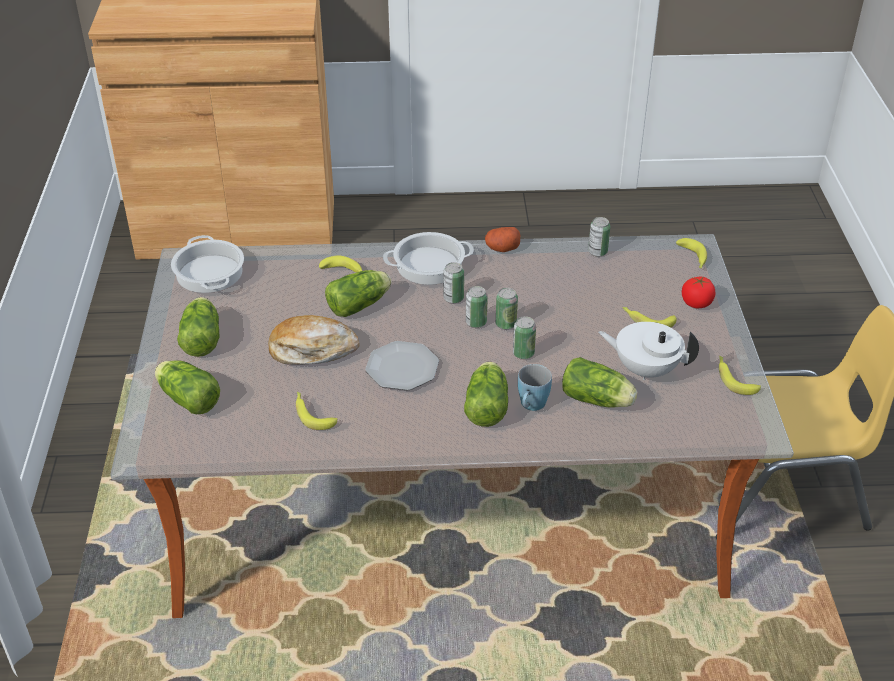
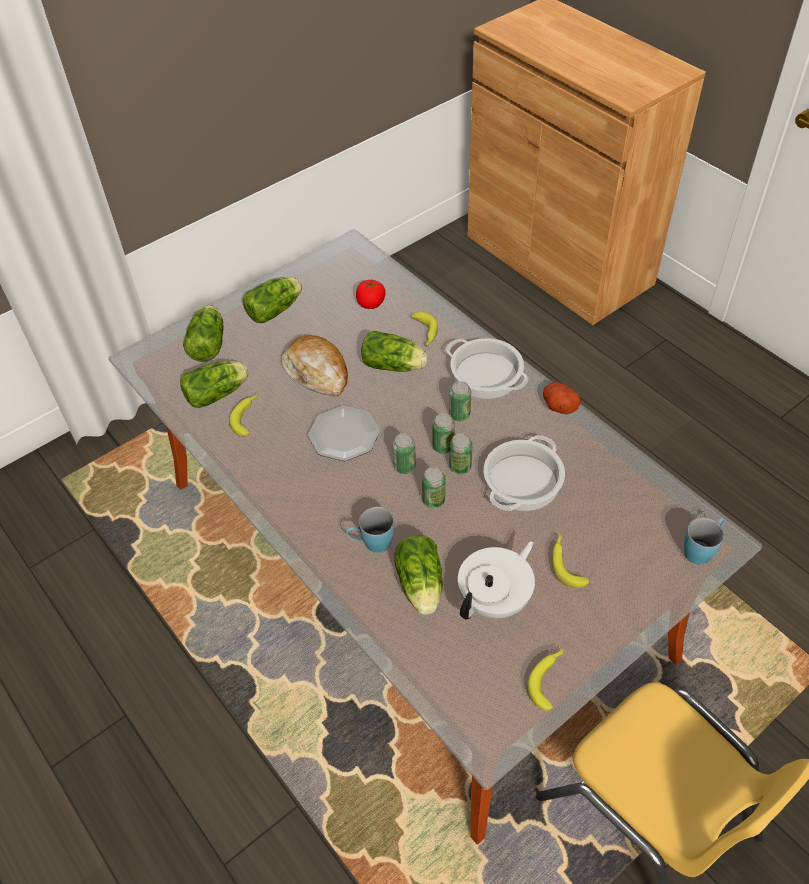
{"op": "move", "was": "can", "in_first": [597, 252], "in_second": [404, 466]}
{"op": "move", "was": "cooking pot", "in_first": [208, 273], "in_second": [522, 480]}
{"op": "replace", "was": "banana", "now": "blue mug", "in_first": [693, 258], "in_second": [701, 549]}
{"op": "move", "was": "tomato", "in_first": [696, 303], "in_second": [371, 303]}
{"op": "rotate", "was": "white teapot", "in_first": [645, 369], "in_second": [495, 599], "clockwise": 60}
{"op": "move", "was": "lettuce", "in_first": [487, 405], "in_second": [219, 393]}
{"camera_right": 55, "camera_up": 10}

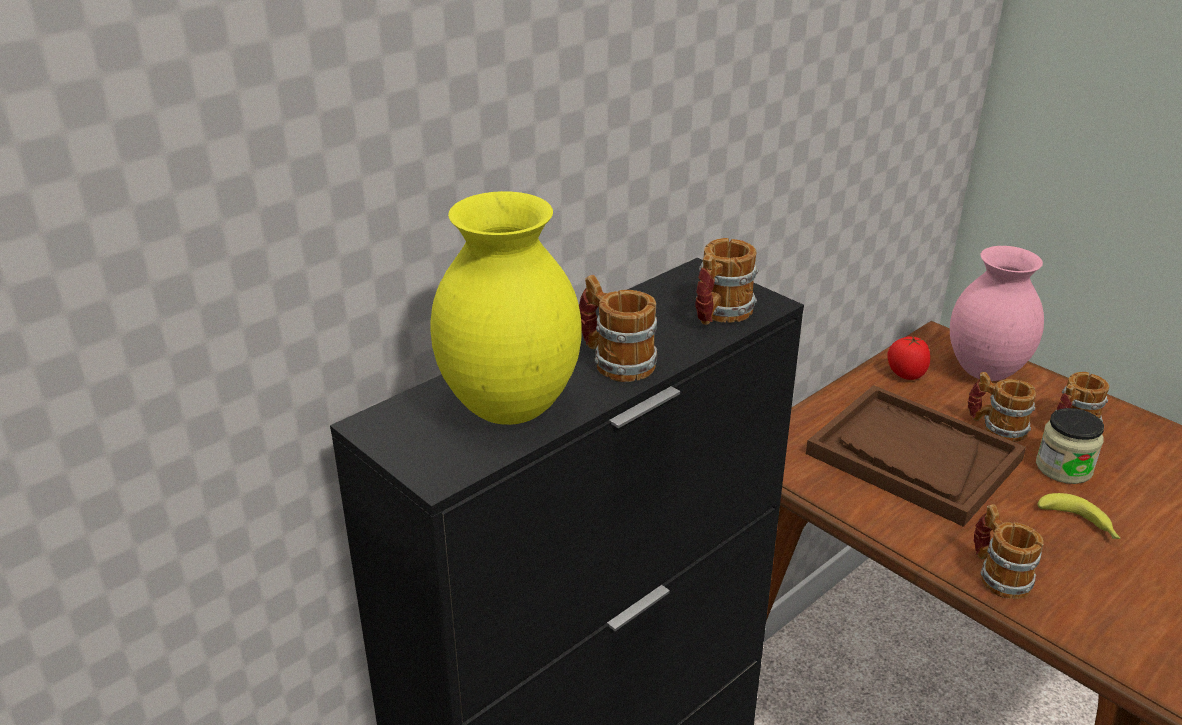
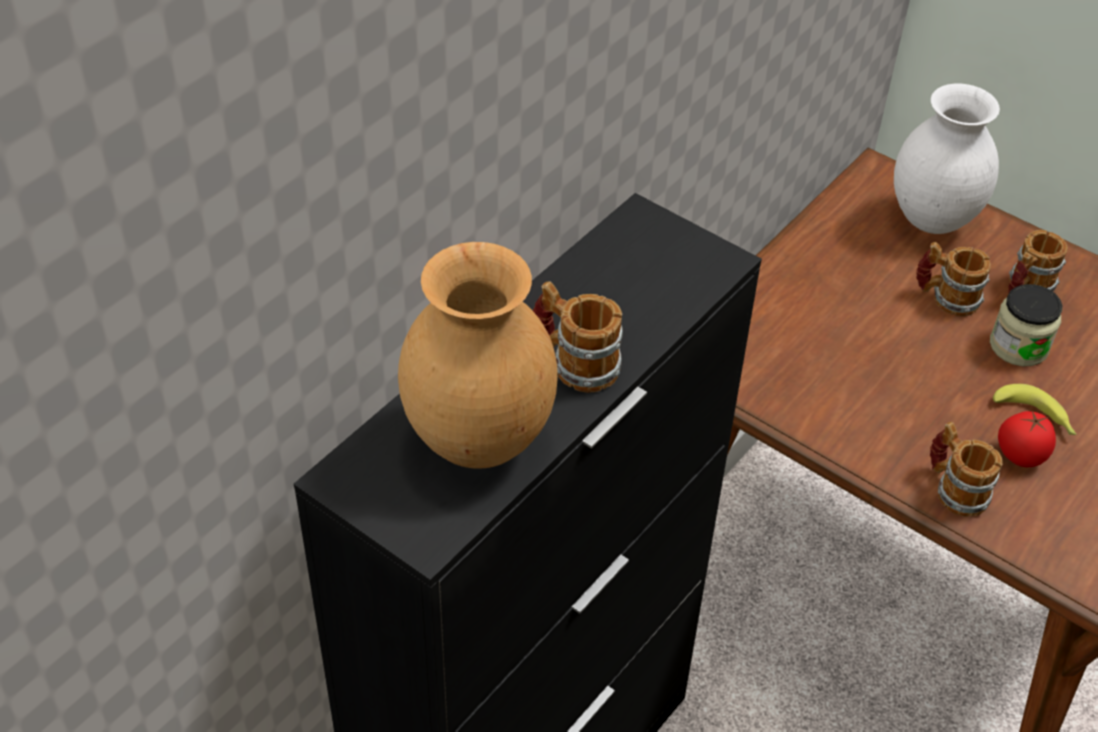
{"op": "recolor", "was": "yellow vase", "now": "brown vase", "in_first": [507, 408], "in_second": [476, 442]}
{"op": "delete", "was": "mug", "in_first": [719, 315]}
{"op": "recolor", "was": "pink vase", "now": "white vase", "in_first": [983, 371], "in_second": [930, 219]}
{"op": "move", "was": "tomato", "in_first": [905, 375], "in_second": [1019, 456]}
{"op": "delete", "was": "brown tray", "in_first": [912, 457]}
{"camera_right": -10, "camera_up": 15}

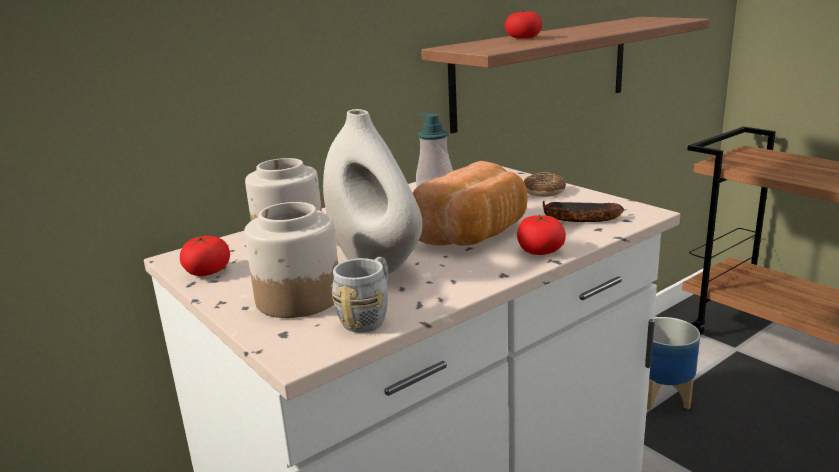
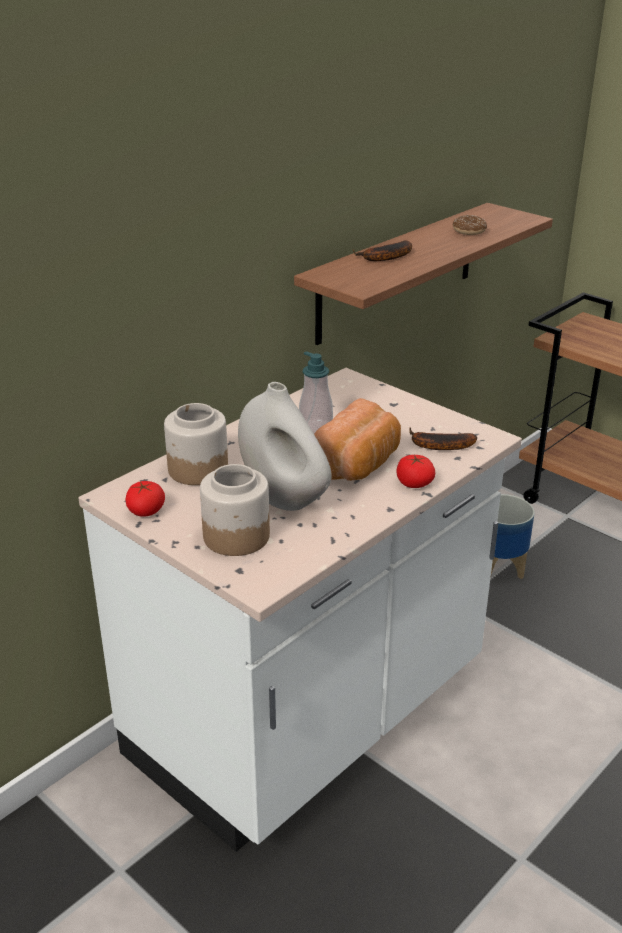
{"op": "replace", "was": "tomato", "now": "banana", "in_first": [523, 38], "in_second": [385, 258]}
{"op": "move", "was": "donut", "in_first": [543, 192], "in_second": [469, 231]}
{"op": "delete", "was": "grey mug", "in_first": [369, 316]}
{"camera_right": -10, "camera_up": 10}

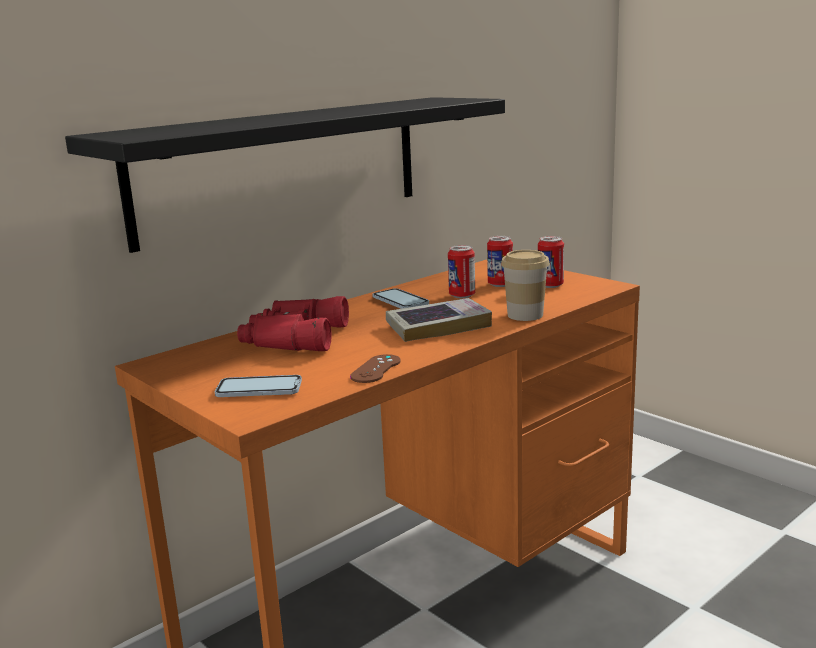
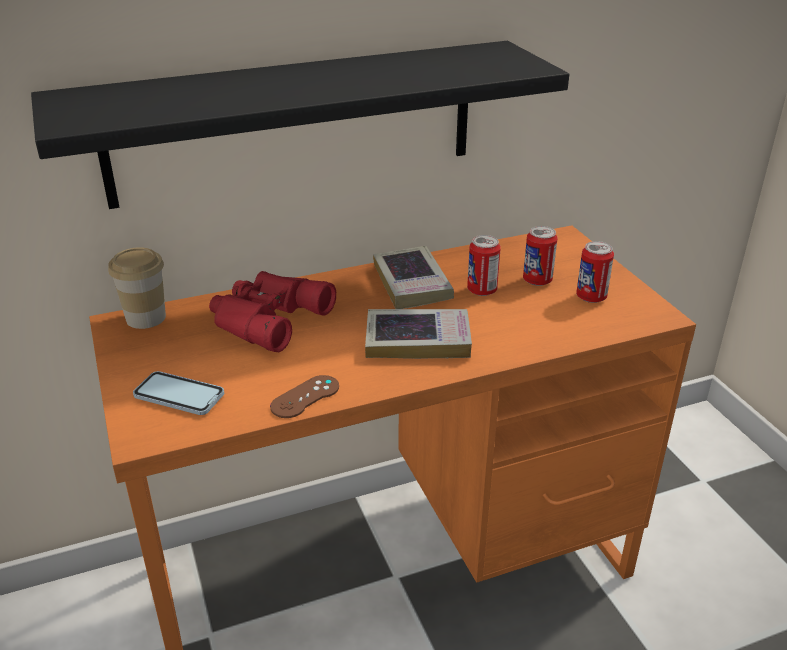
{"op": "move", "was": "cup", "in_first": [525, 315], "in_second": [146, 318]}
{"op": "replace", "was": "phone", "now": "book", "in_first": [400, 301], "in_second": [412, 283]}
{"camera_right": 20, "camera_up": 15}

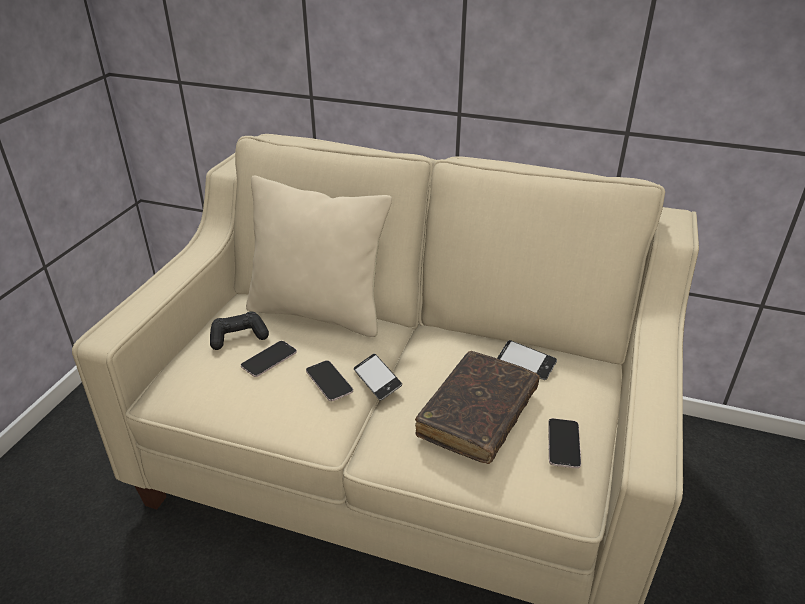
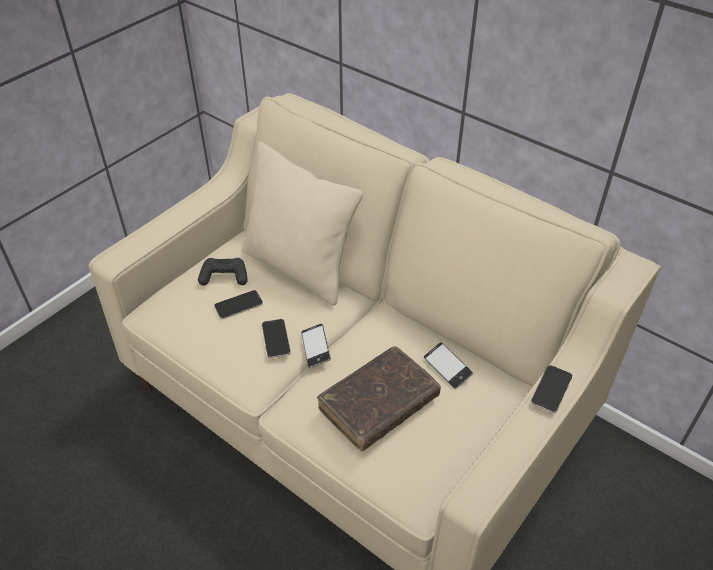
{"op": "move", "was": "phone", "in_first": [563, 443], "in_second": [551, 389]}
{"camera_right": 20, "camera_up": 10}

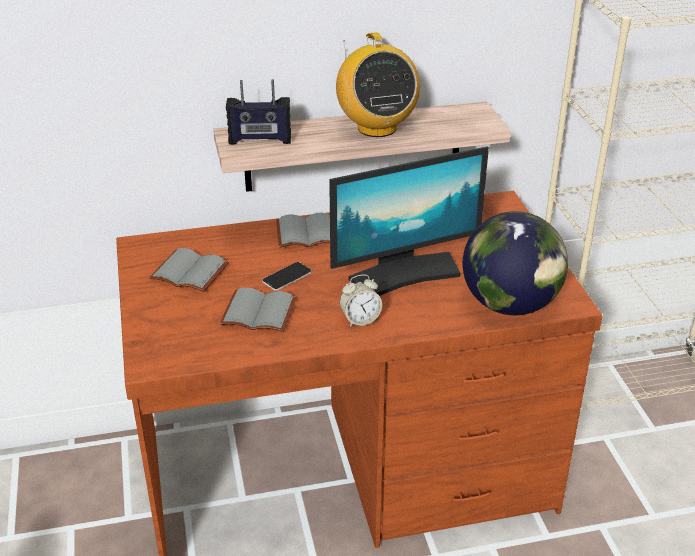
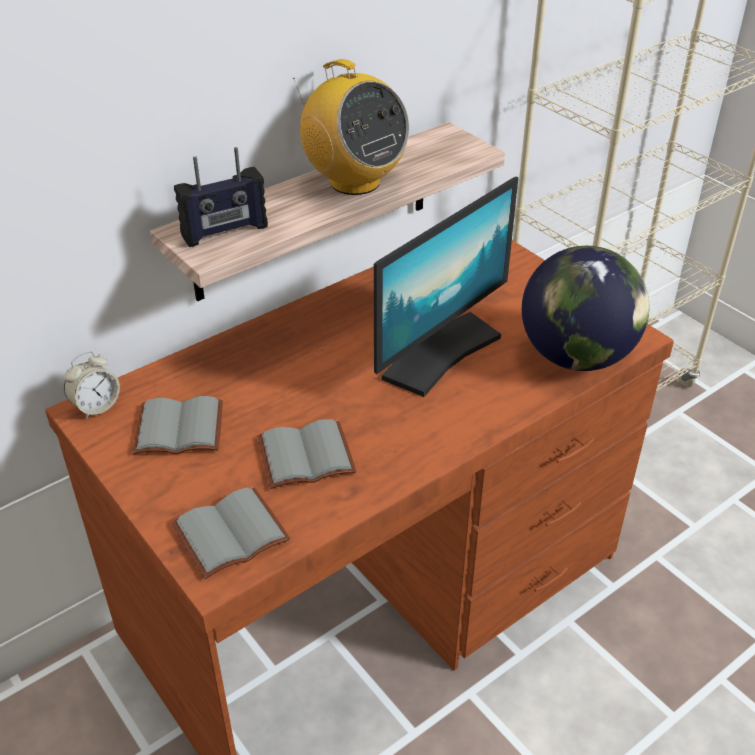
{"op": "move", "was": "grey book", "in_first": [305, 234], "in_second": [230, 536]}
{"op": "delete", "was": "phone", "in_first": [287, 277]}
{"op": "move", "was": "alarm clock", "in_first": [360, 320], "in_second": [96, 406]}
{"camera_right": -25, "camera_up": 5}

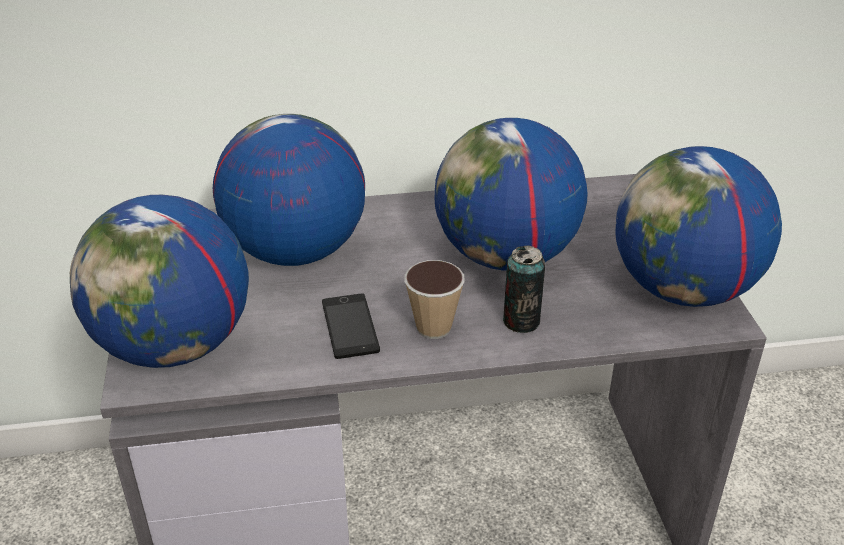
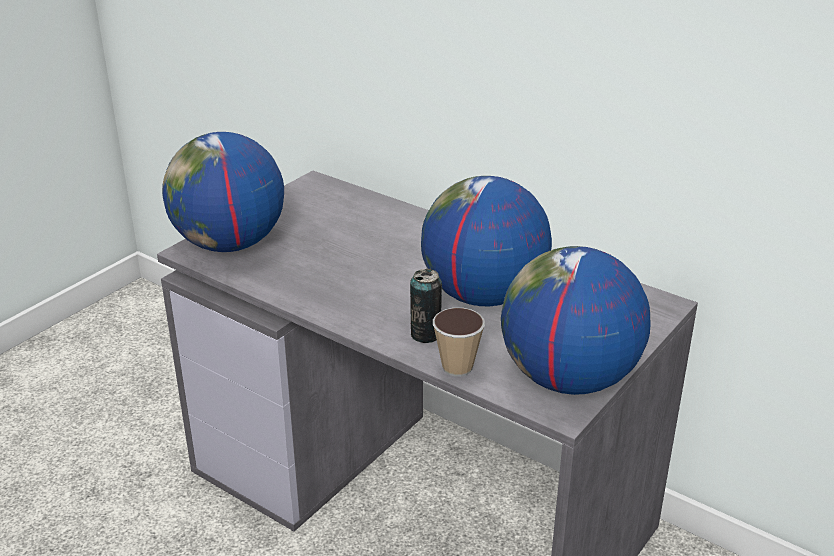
{"op": "delete", "was": "globe", "in_first": [295, 251]}
{"op": "move", "was": "cup", "in_first": [433, 328], "in_second": [457, 367]}
{"op": "delete", "was": "phone", "in_first": [350, 326]}
{"camera_right": 45, "camera_up": -5}

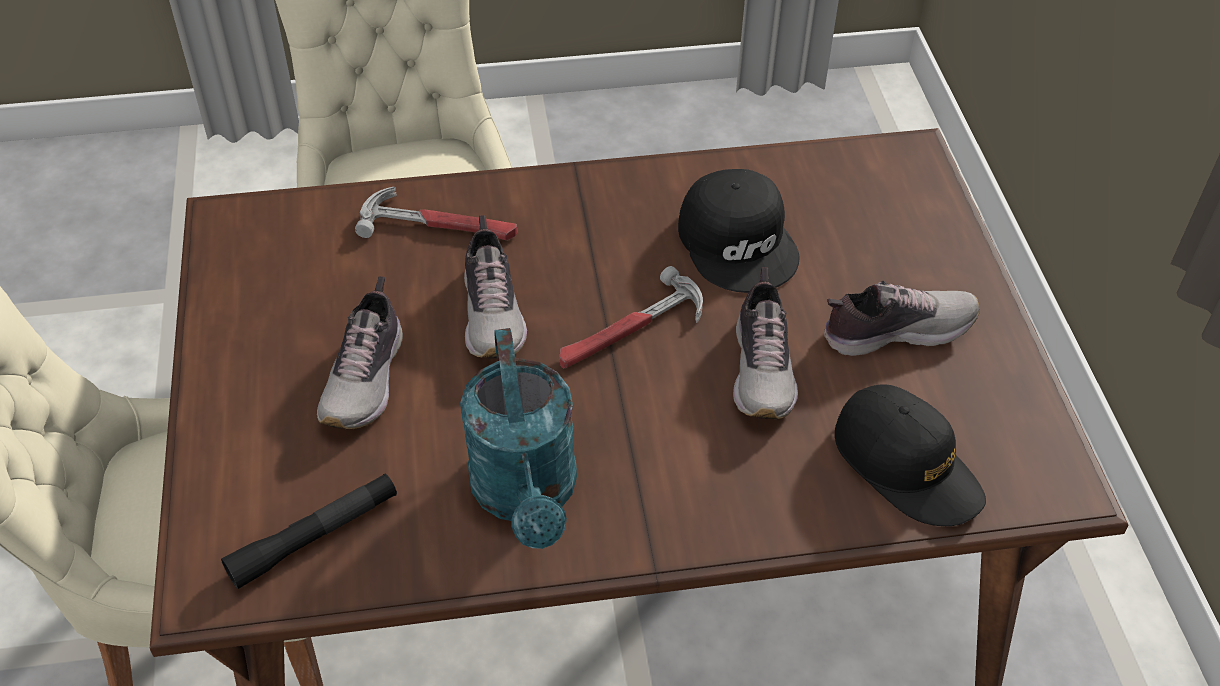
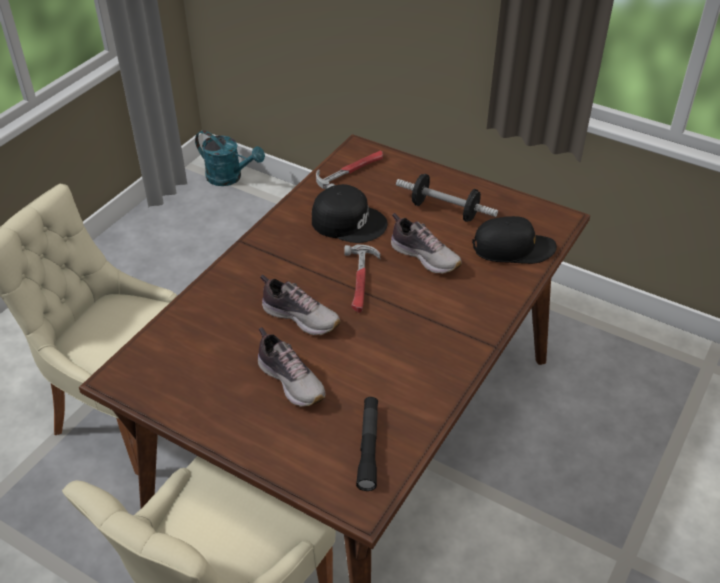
{"op": "move", "was": "hammer", "in_first": [440, 225], "in_second": [350, 171]}
{"op": "replace", "was": "shoe", "now": "dumbbell", "in_first": [895, 330], "in_second": [444, 210]}
{"op": "move", "was": "turquoise watering can", "in_first": [527, 495], "in_second": [230, 178]}
{"camera_right": -50, "camera_up": -5}

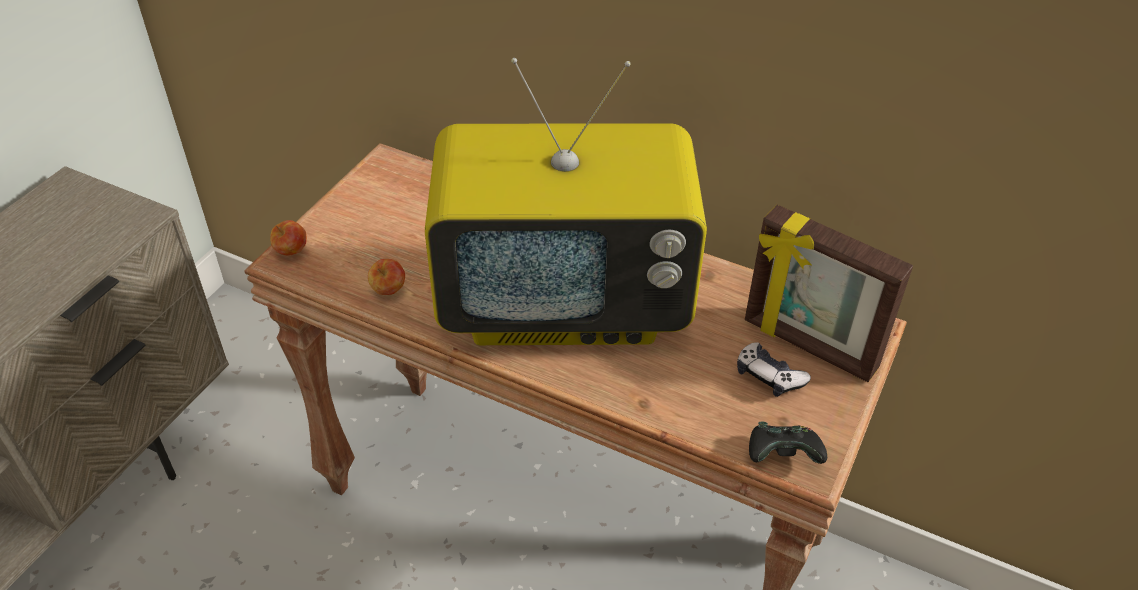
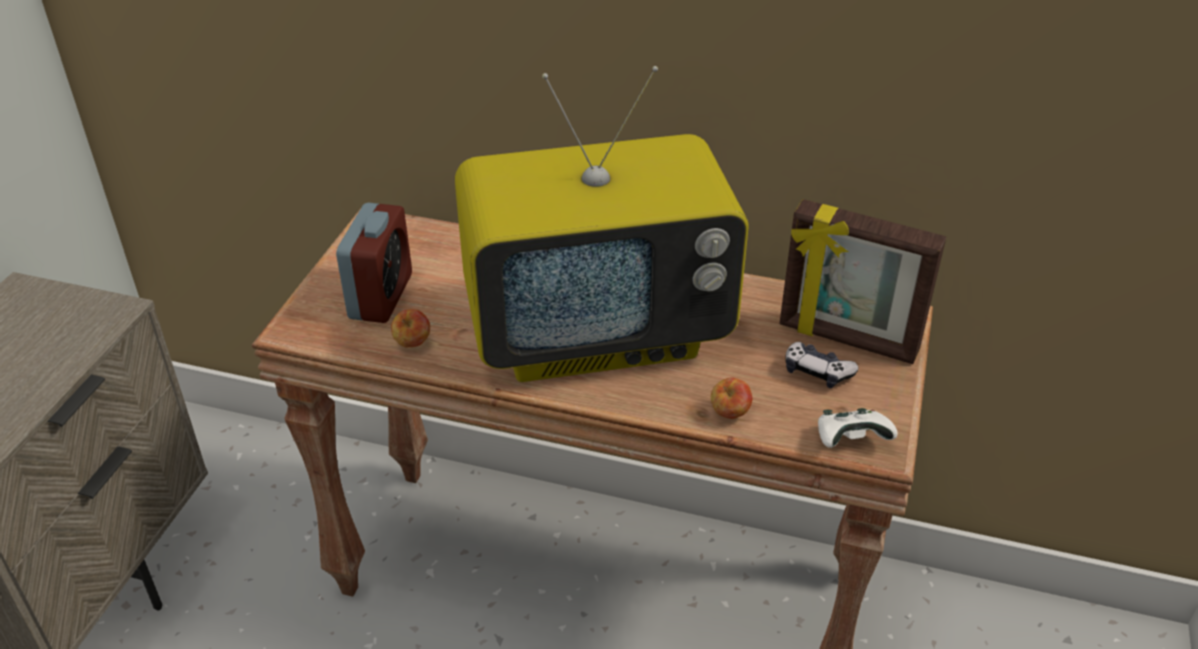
{"op": "move", "was": "apple", "in_first": [292, 252], "in_second": [730, 414]}
{"op": "recolor", "was": "black game controller", "now": "white game controller", "in_first": [782, 455], "in_second": [850, 441]}
{"op": "insert", "now": "alarm clock", "in_second": [381, 296]}
{"camera_right": -10, "camera_up": -5}

